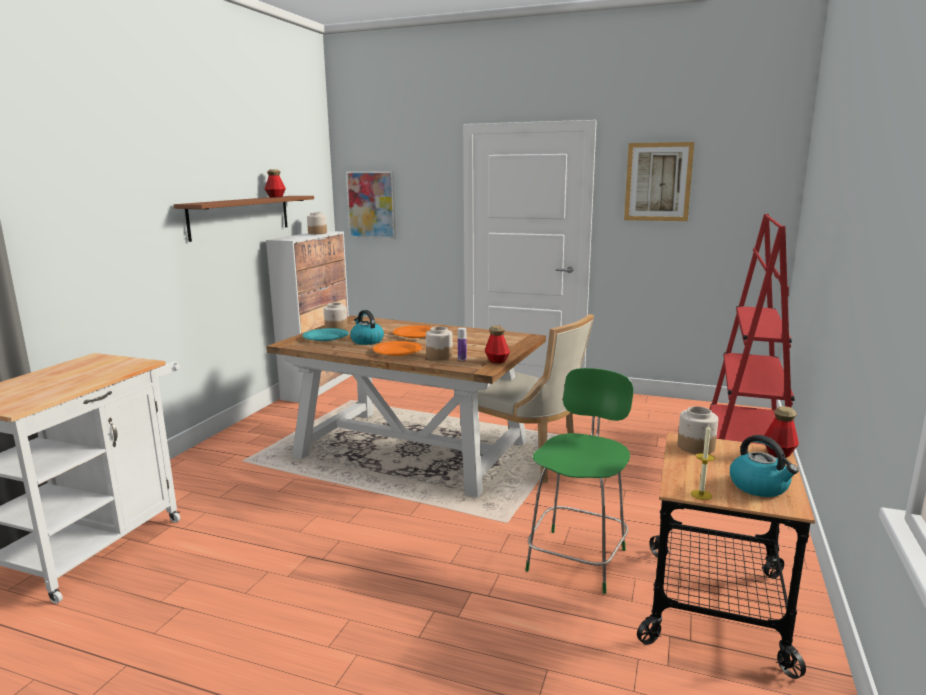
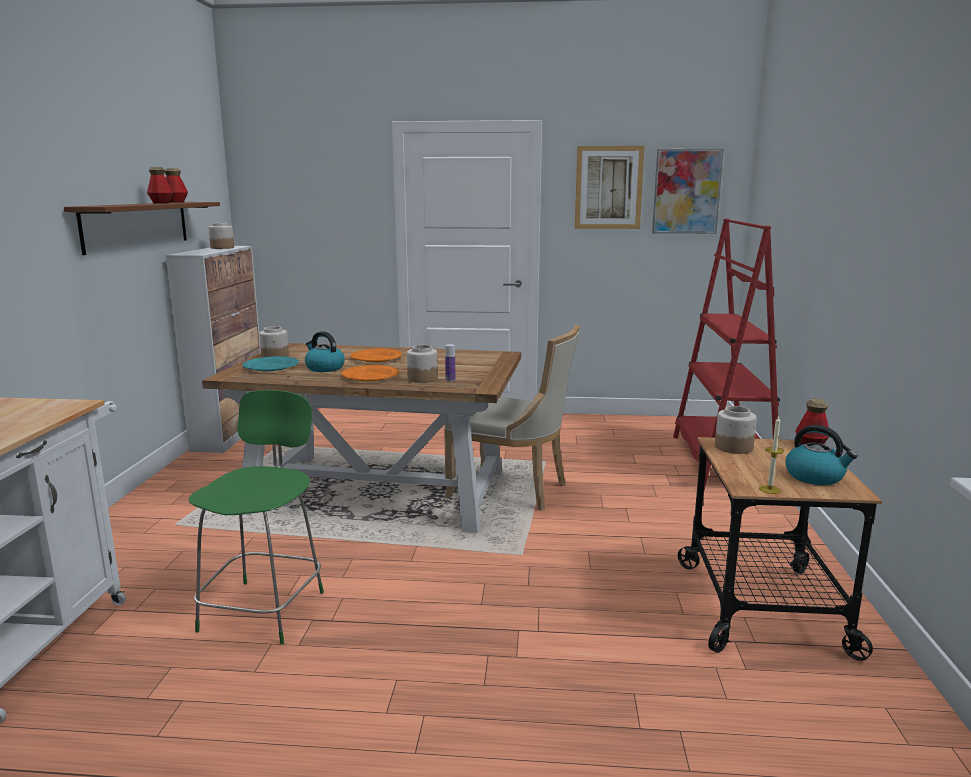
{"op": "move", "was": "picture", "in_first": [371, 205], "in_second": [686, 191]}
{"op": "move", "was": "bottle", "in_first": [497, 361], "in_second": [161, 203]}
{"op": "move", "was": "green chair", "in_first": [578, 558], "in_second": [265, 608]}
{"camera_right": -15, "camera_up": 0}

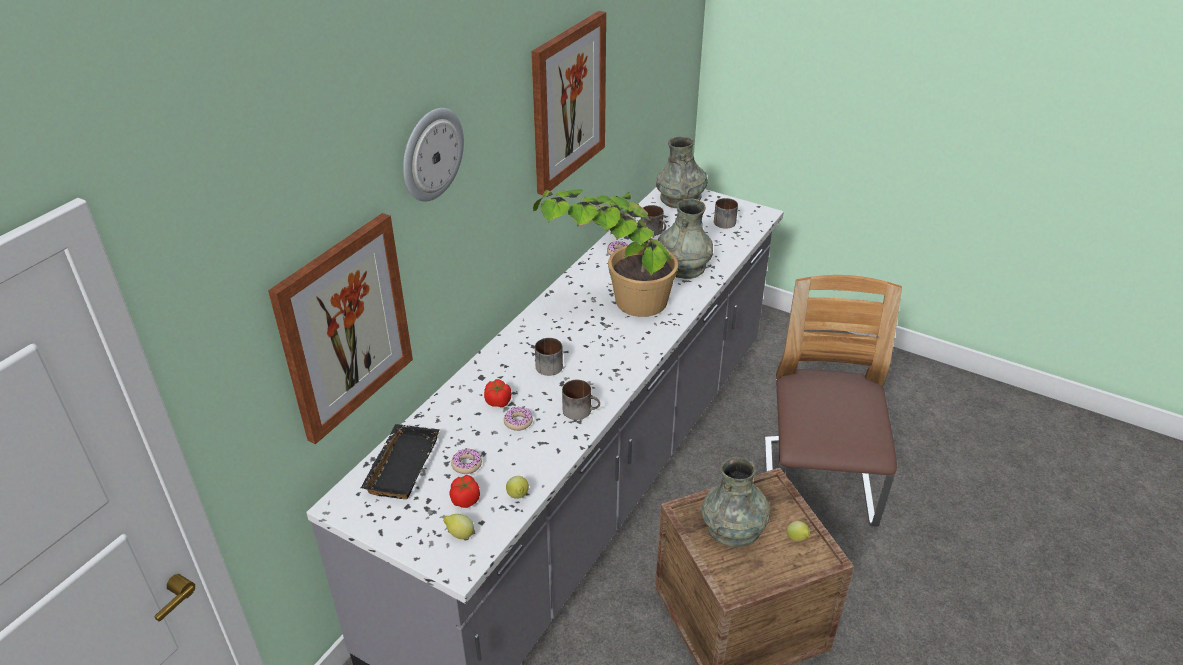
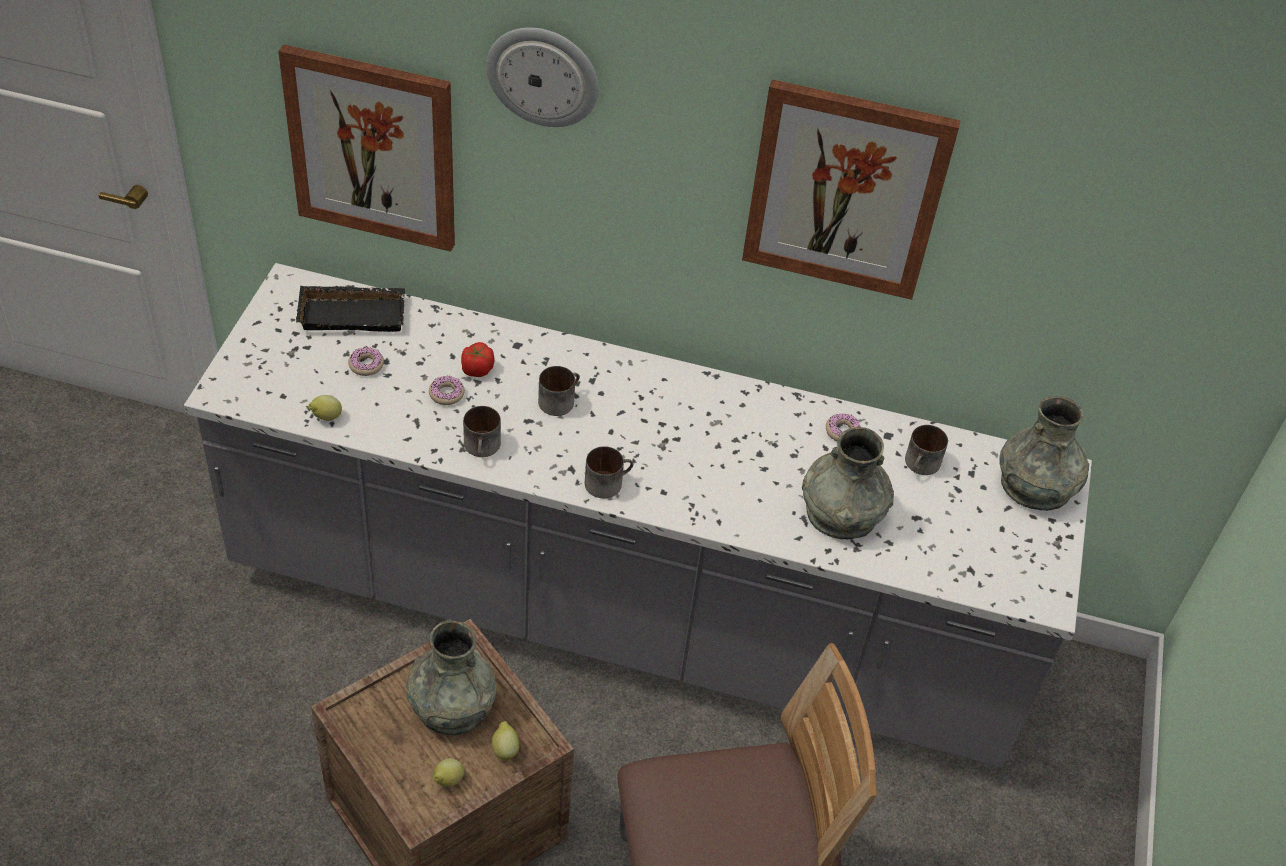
{"op": "delete", "was": "potted plant", "in_first": [613, 300]}
{"op": "move", "was": "mug", "in_first": [723, 221], "in_second": [607, 481]}
{"op": "delete", "was": "tomato", "in_first": [465, 499]}
{"op": "move", "was": "lemon", "in_first": [460, 535], "in_second": [505, 749]}
{"camera_right": 70, "camera_up": 10}

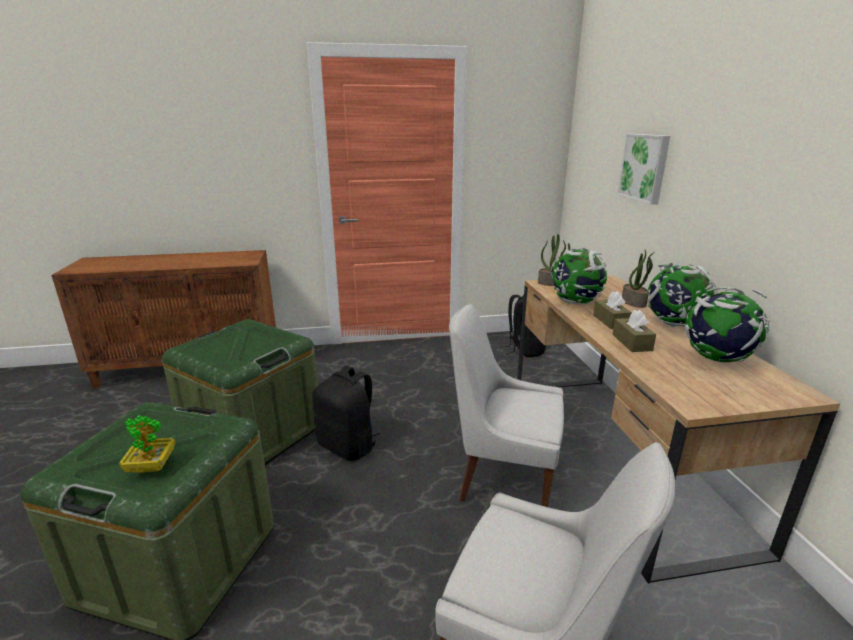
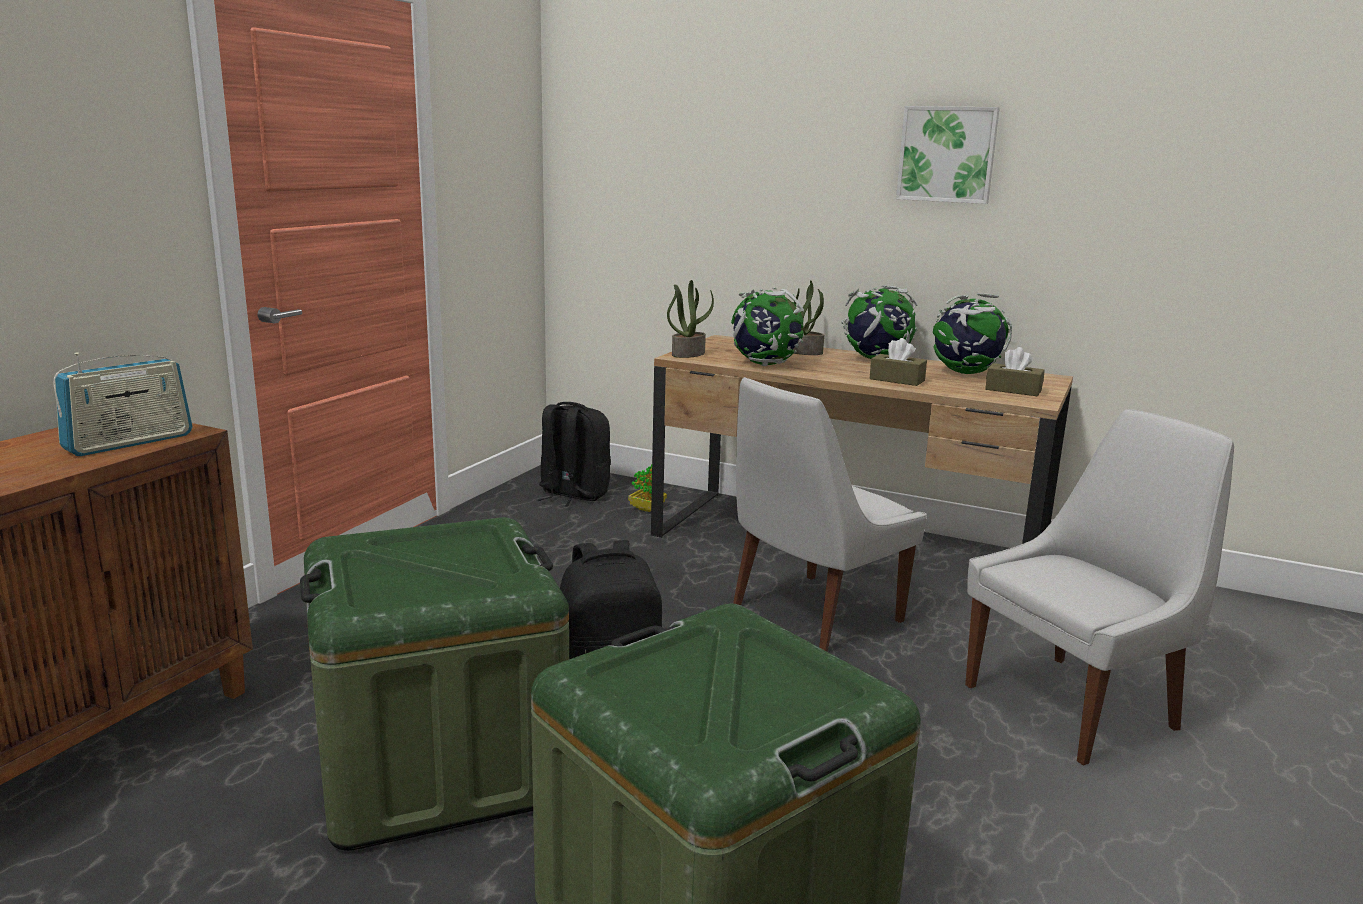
{"op": "move", "was": "picture", "in_first": [645, 167], "in_second": [947, 154]}
{"op": "move", "was": "brown tissue box", "in_first": [610, 321], "in_second": [1013, 390]}
{"op": "move", "was": "potted plant", "in_first": [152, 466], "in_second": [647, 508]}
{"op": "insert", "now": "radio", "in_second": [129, 443]}
{"camera_right": -55, "camera_up": -5}

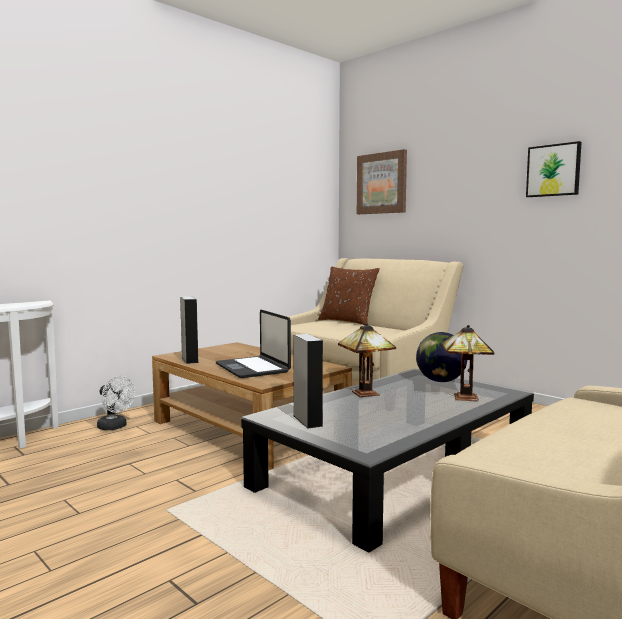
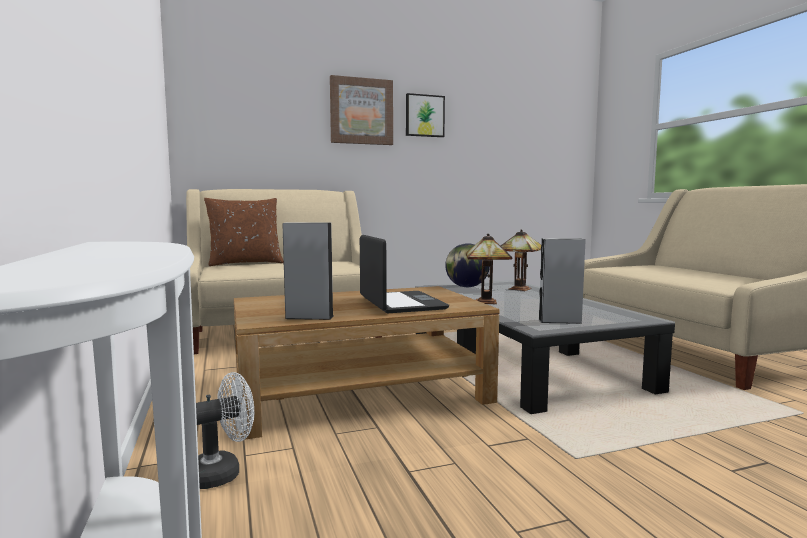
{"op": "move", "was": "picture", "in_first": [382, 183], "in_second": [361, 111]}
{"op": "rotate", "was": "laptop", "in_first": [253, 368], "in_second": [400, 303], "clockwise": -105}
{"camera_right": -65, "camera_up": 0}

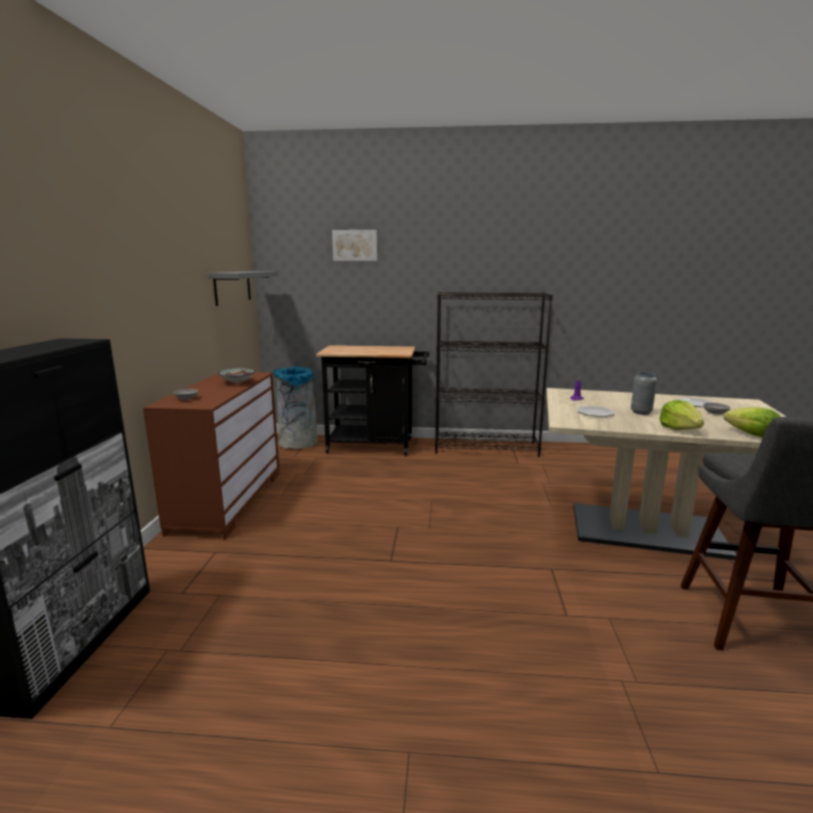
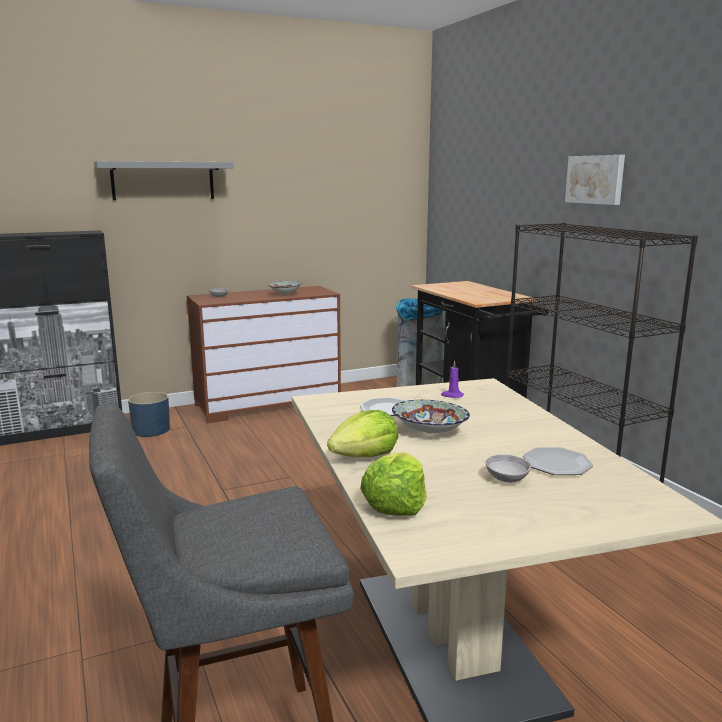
{"op": "move", "was": "picture", "in_first": [355, 245], "in_second": [596, 179]}
{"op": "move", "was": "grey shelf", "in_first": [232, 287], "in_second": [163, 180]}
{"op": "replace", "was": "grey vase", "now": "bowl", "in_first": [641, 412], "in_second": [430, 431]}
{"op": "insert", "now": "blue planter", "in_second": [150, 430]}
{"camera_right": 60, "camera_up": 0}

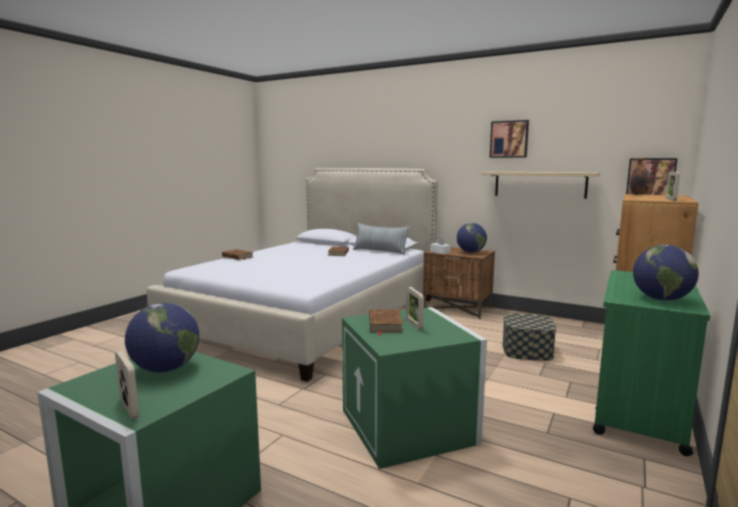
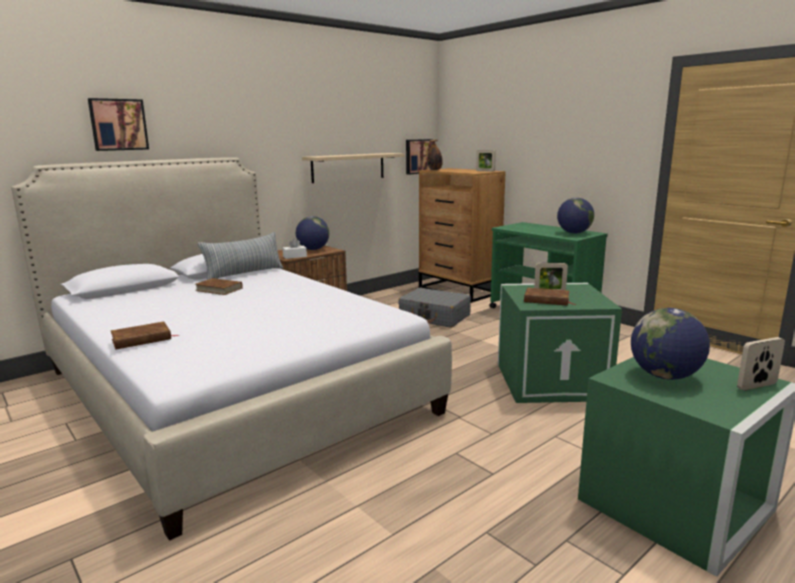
{"op": "move", "was": "picture", "in_first": [509, 139], "in_second": [118, 124]}
{"op": "replace", "was": "storage box", "now": "grey suitcase", "in_first": [527, 350], "in_second": [435, 317]}
{"camera_right": -70, "camera_up": 5}

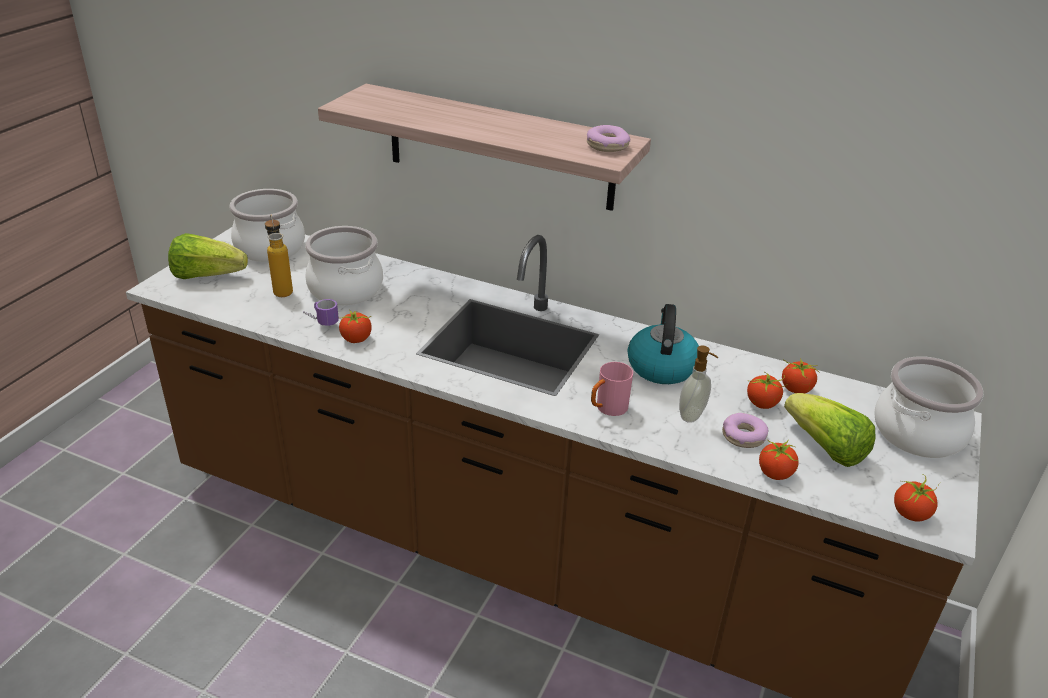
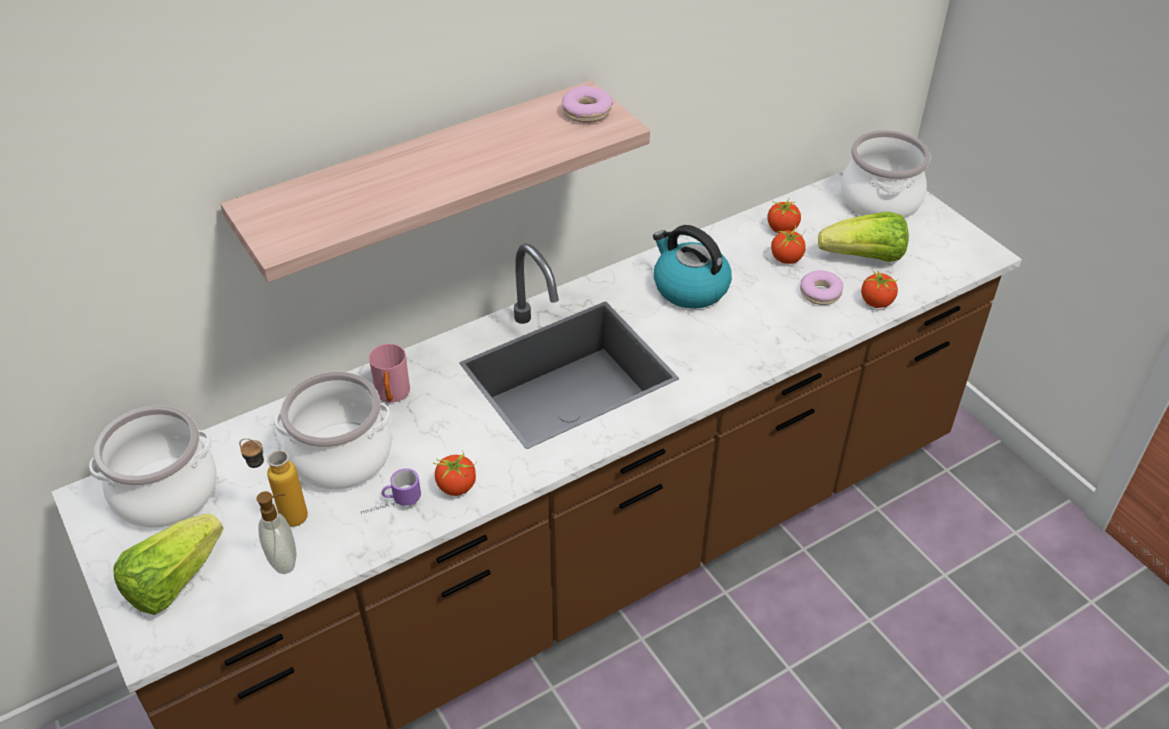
{"op": "move", "was": "soap dispenser", "in_first": [692, 415], "in_second": [285, 560]}
{"op": "move", "was": "pink mug", "in_first": [607, 409], "in_second": [392, 396]}
{"op": "delete", "was": "tomato", "in_first": [910, 513]}
{"camera_right": -55, "camera_up": 10}

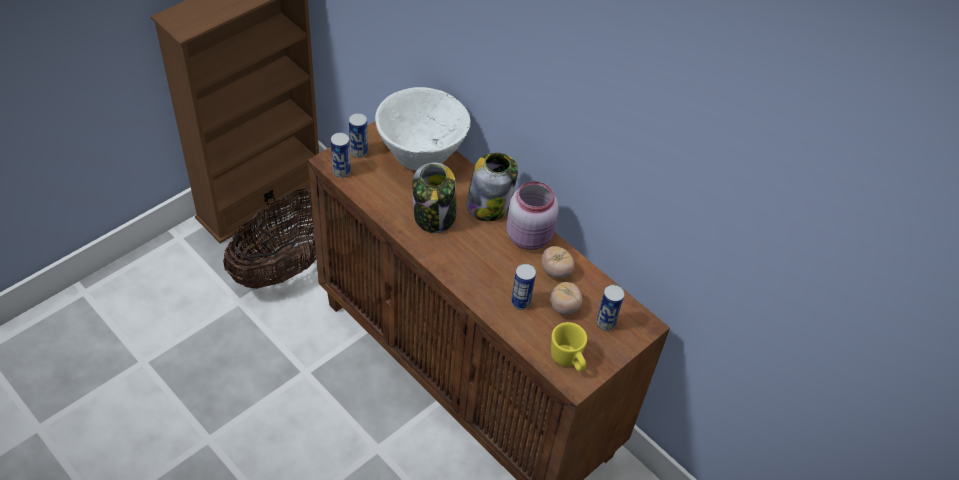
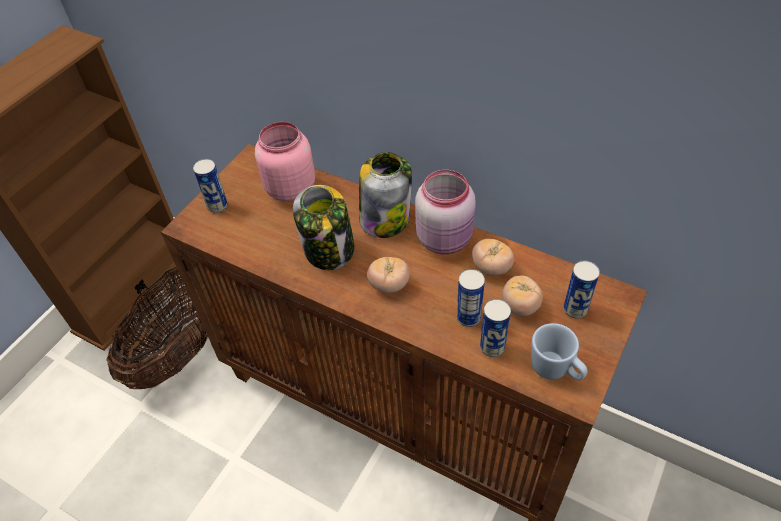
{"op": "replace", "was": "white bowl", "now": "pink jar", "in_first": [421, 155], "in_second": [289, 188]}
{"op": "move", "was": "can", "in_first": [341, 171], "in_second": [492, 347]}
{"op": "recolor", "was": "yellow mug", "now": "blue mug", "in_first": [568, 361], "in_second": [555, 370]}
{"op": "insert", "now": "tomato", "in_second": [389, 285]}
{"camera_right": -10, "camera_up": 0}

